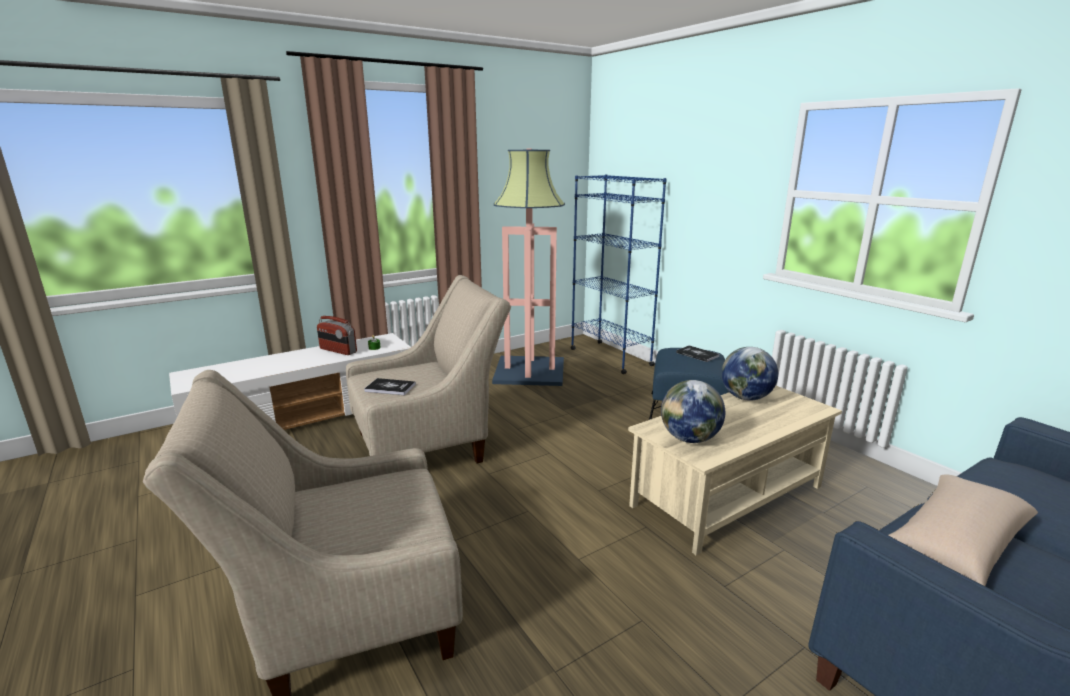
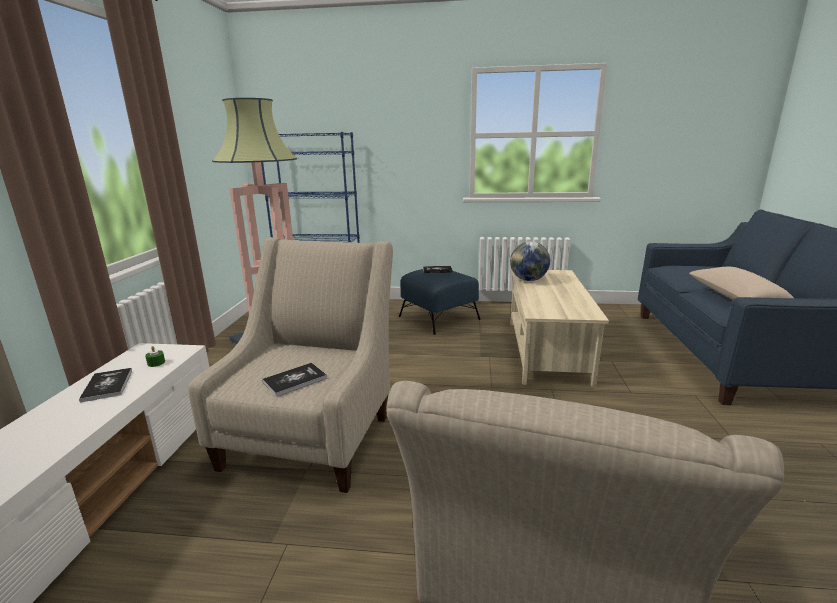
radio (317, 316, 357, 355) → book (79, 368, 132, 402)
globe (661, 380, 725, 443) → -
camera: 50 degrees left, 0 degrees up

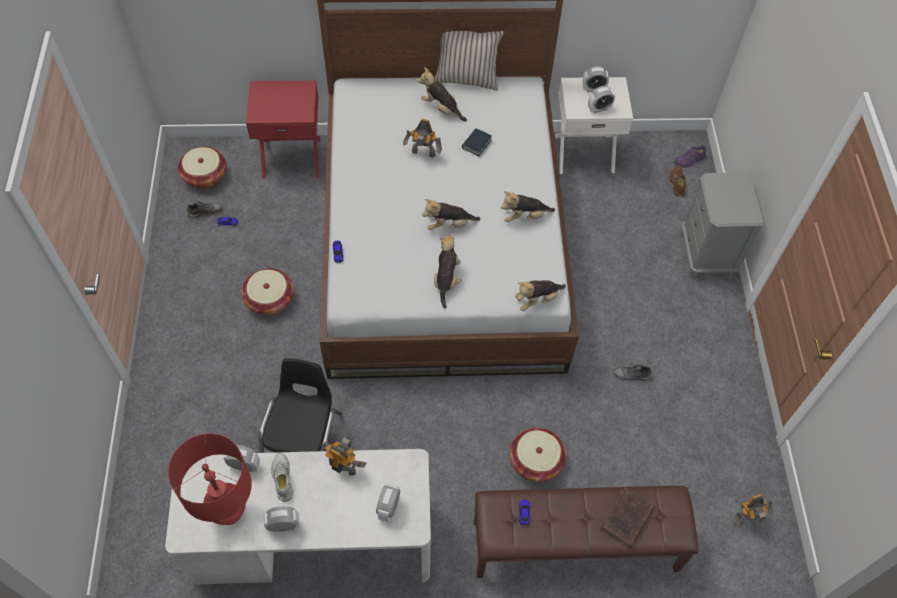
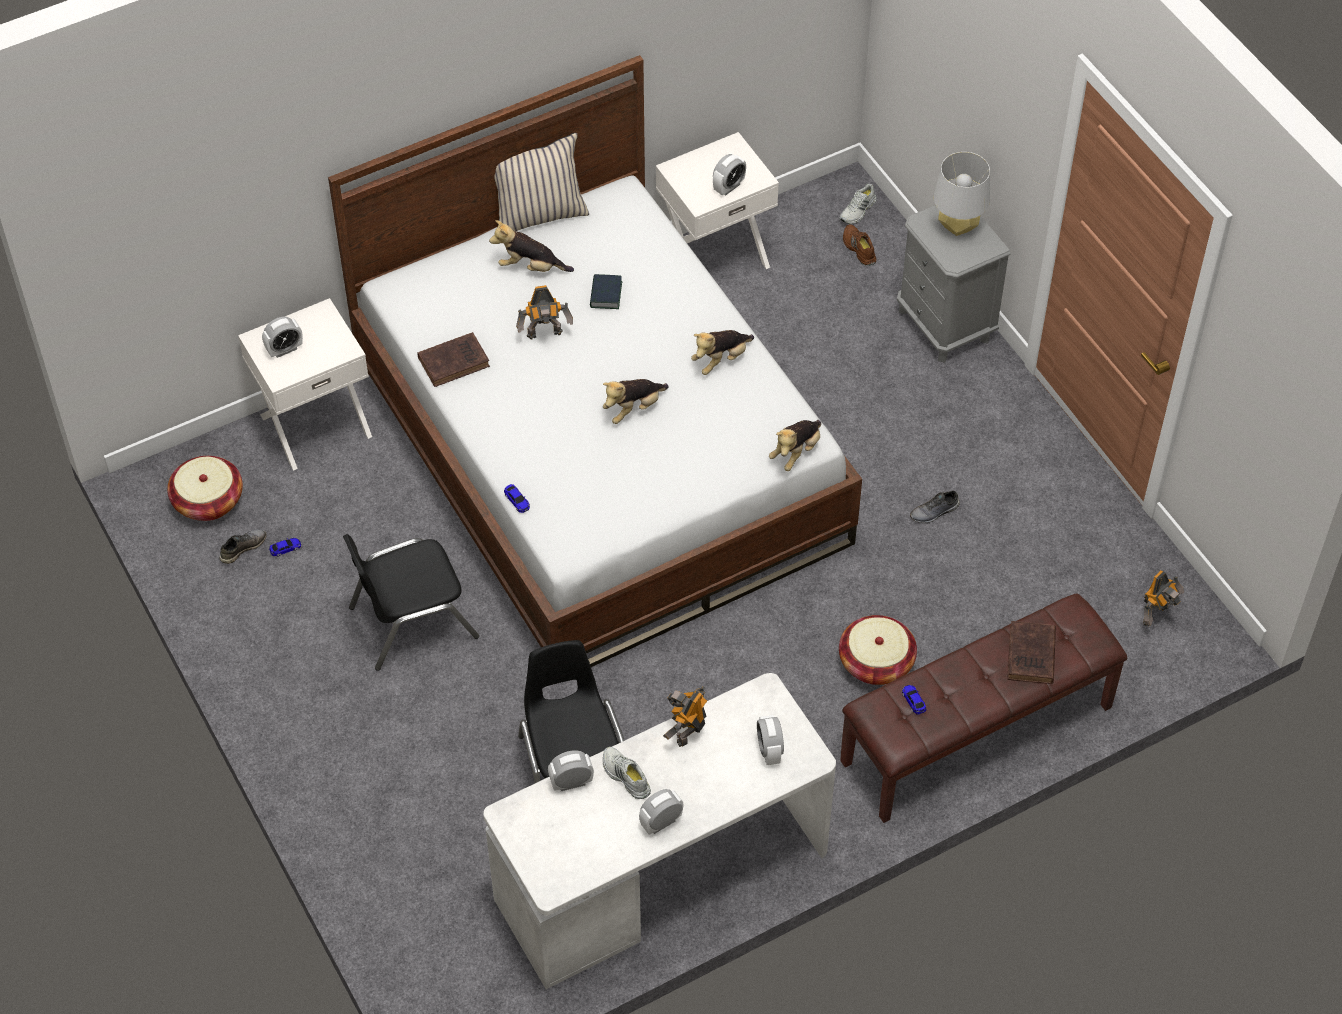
alarm_clock (583, 66, 609, 92) → alarm_clock (262, 317, 303, 358), move
red_nightstand (246, 81, 320, 178) → white_nightstand (238, 298, 372, 471)
purple_shoe (675, 145, 706, 168) → white_shoe (840, 184, 877, 224)
plush_toy (434, 233, 462, 309) → -
basket (242, 268, 294, 315) → black_chair (343, 534, 479, 671)
red_table_lamp (168, 433, 252, 525) → -
toy_robot (321, 437, 366, 475) → toy_robot (663, 686, 707, 747), 60 degrees counterclockwise
- → grey_table_lamp (934, 152, 990, 236)
- → brown_book (417, 332, 490, 387)
camera: 25 degrees left, 5 degrees down

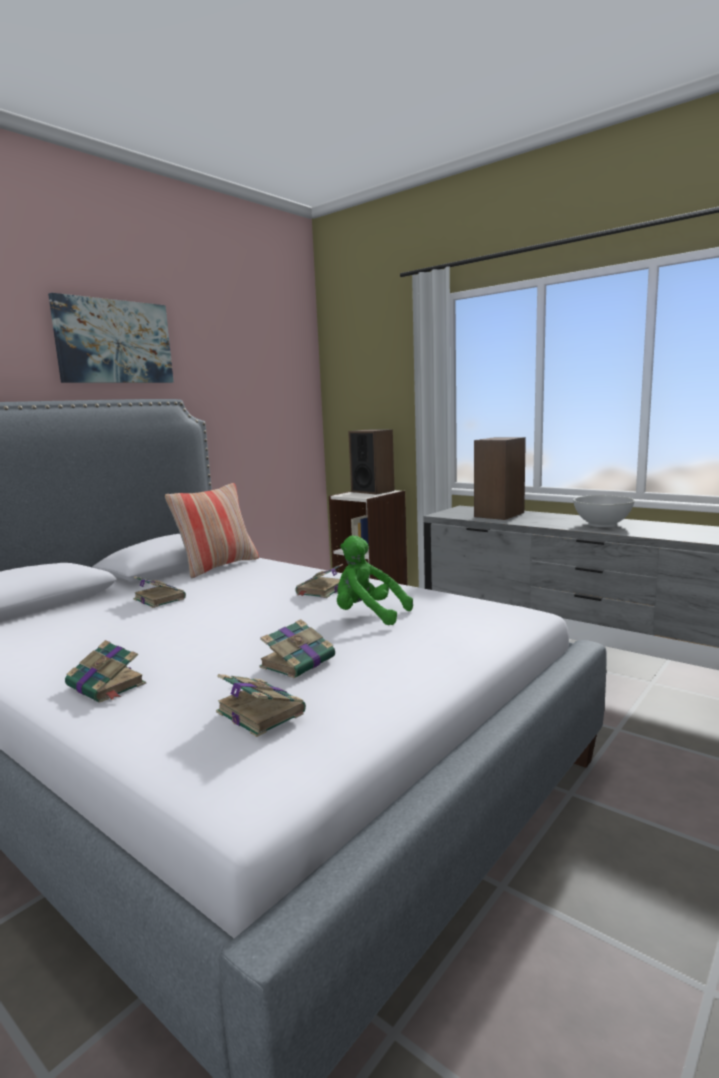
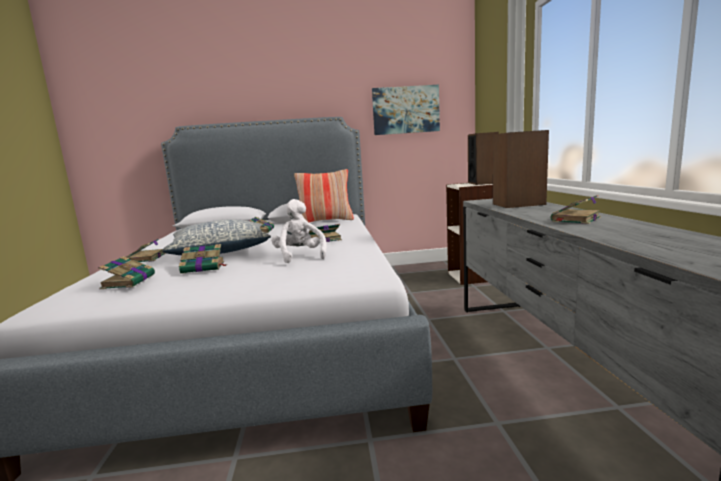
picture (48, 293, 174, 383) → picture (372, 85, 440, 135), move
white_bowl (573, 495, 635, 527) → book (551, 195, 601, 224)
green_plush_toy (337, 535, 413, 625) → white_plush_toy (271, 199, 327, 263)
- → pillow (162, 220, 271, 255)
camera: 45 degrees right, 0 degrees up

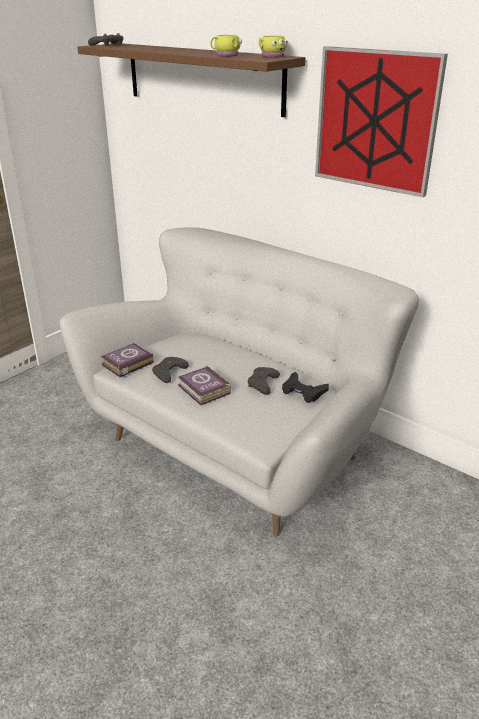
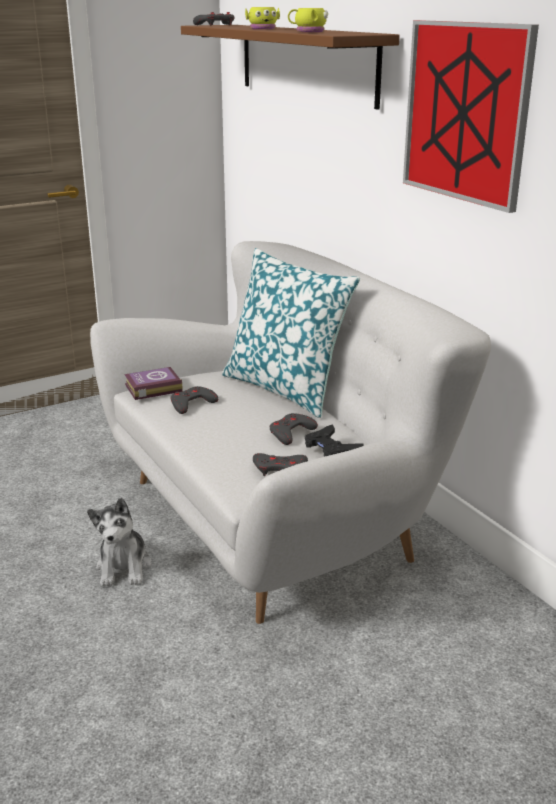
yellow_mug (259, 36, 288, 57) → yellow_mug (245, 7, 280, 29), move
book (178, 366, 231, 405) → -
- → pillow (222, 248, 360, 418)
- → grey_game_controller (253, 453, 308, 476)
- → plush_toy (87, 498, 152, 587)
camera: 20 degrees right, 5 degrees down

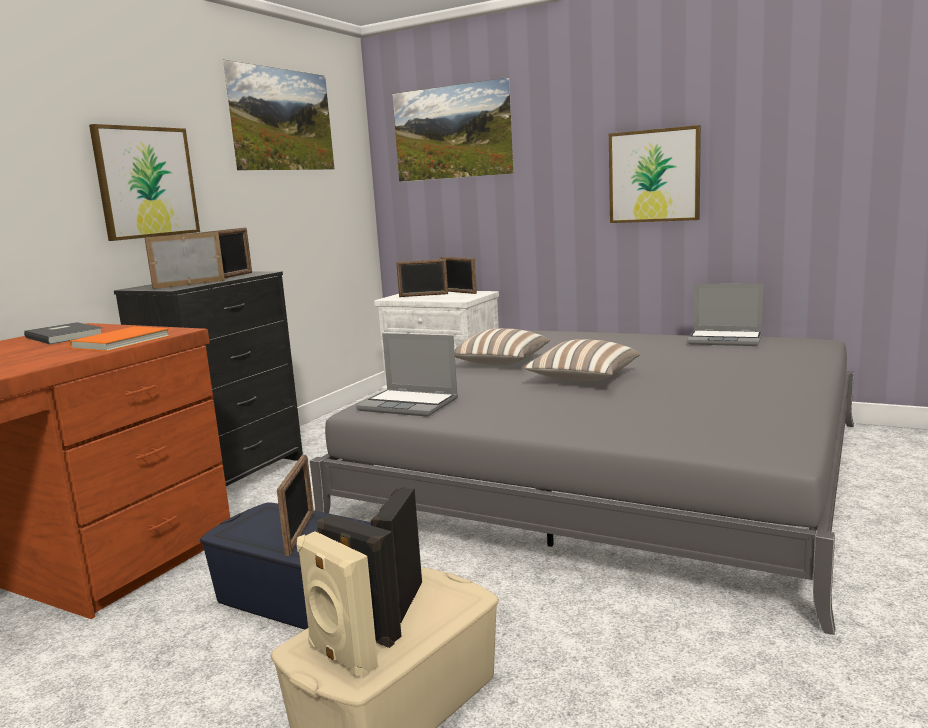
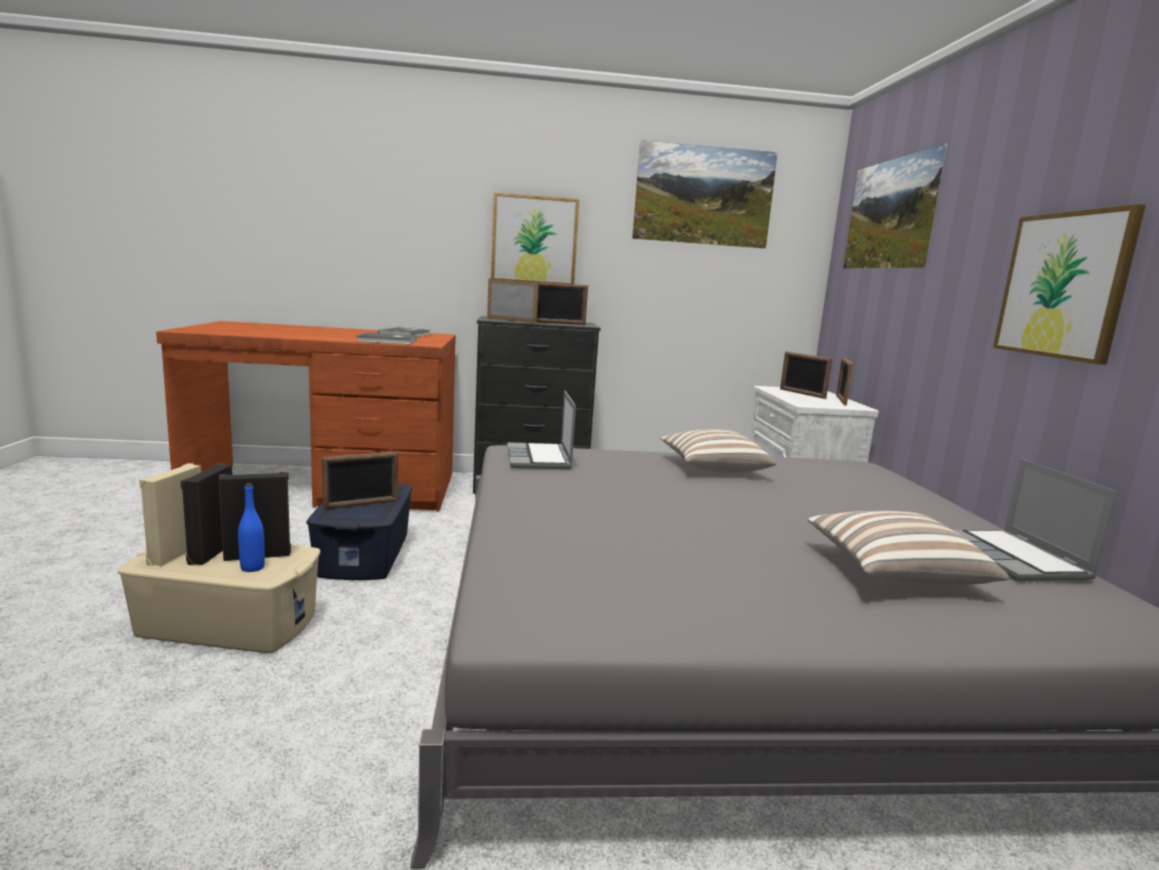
orange_book (70, 327, 171, 351) → grey_book (356, 332, 417, 345)
pillow (524, 339, 640, 382) → pillow (807, 511, 1009, 585), move
- → blue_bottle (238, 483, 265, 572)
camera: 55 degrees right, 0 degrees up

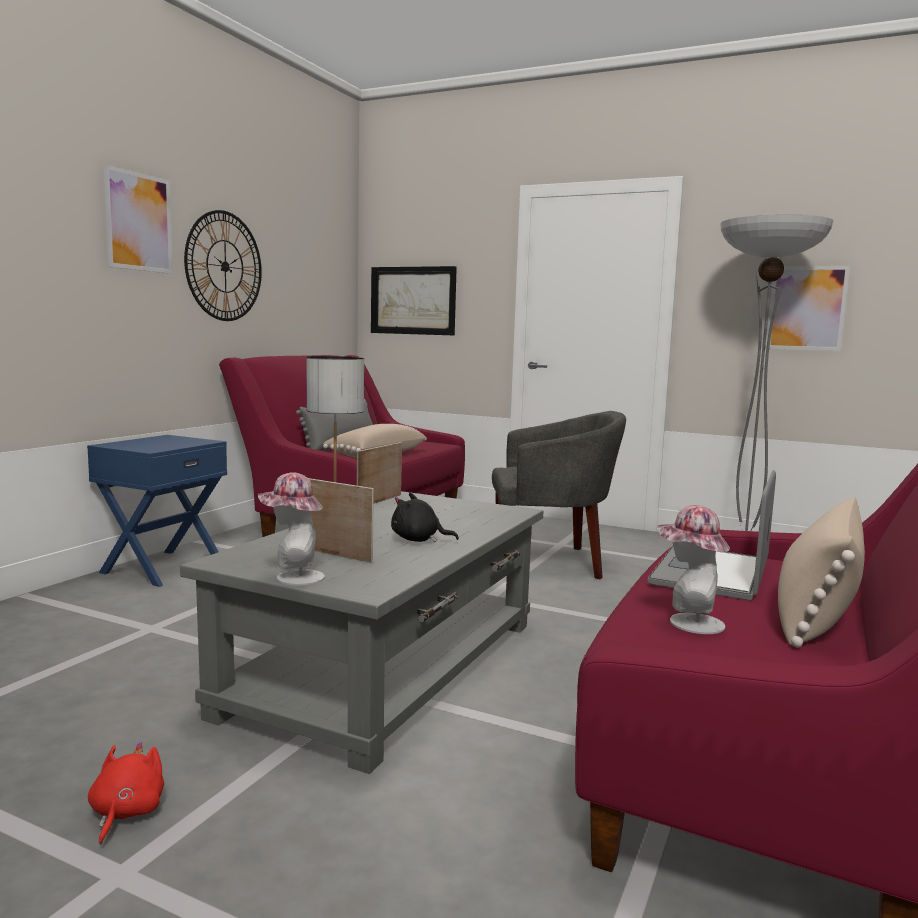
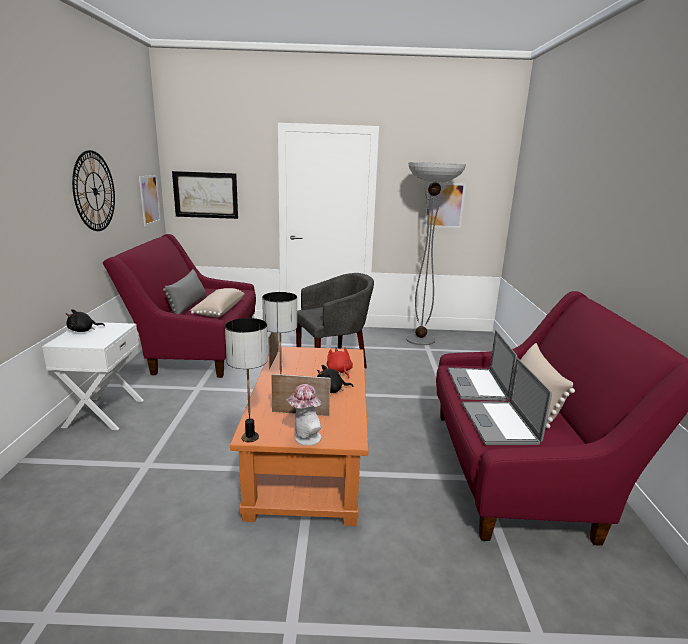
picture (103, 165, 173, 274) → picture (139, 175, 161, 226), move
blue_nightstand (87, 435, 227, 587) → white_nightstand (42, 322, 144, 430)
grey_coffee_table (180, 491, 543, 774) → orange_coffee_table (230, 346, 369, 526)
hat (657, 505, 730, 634) → laptop (461, 358, 552, 445)
red_plush_toy (88, 742, 164, 845) → red_plush_toy (327, 347, 353, 378), move
- → black_plush_toy (66, 309, 105, 332)
- → table_lamp (225, 318, 268, 442)
camera: 25 degrees left, 10 degrees up

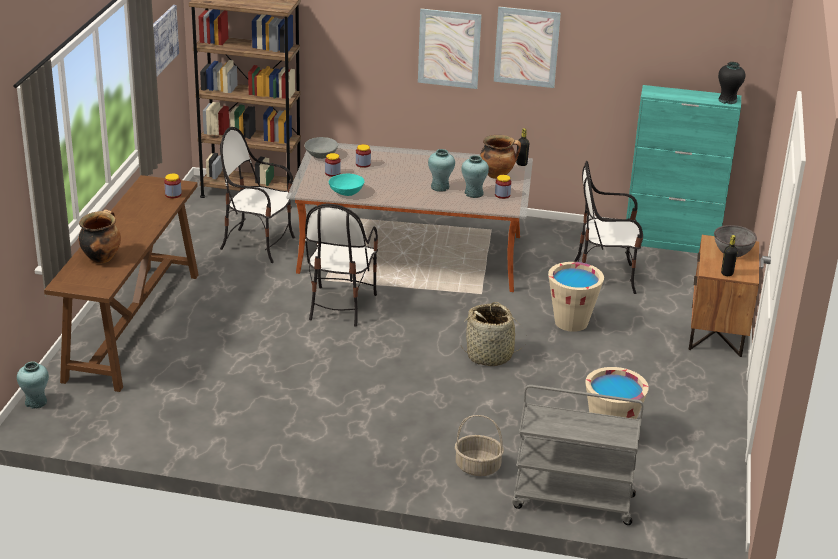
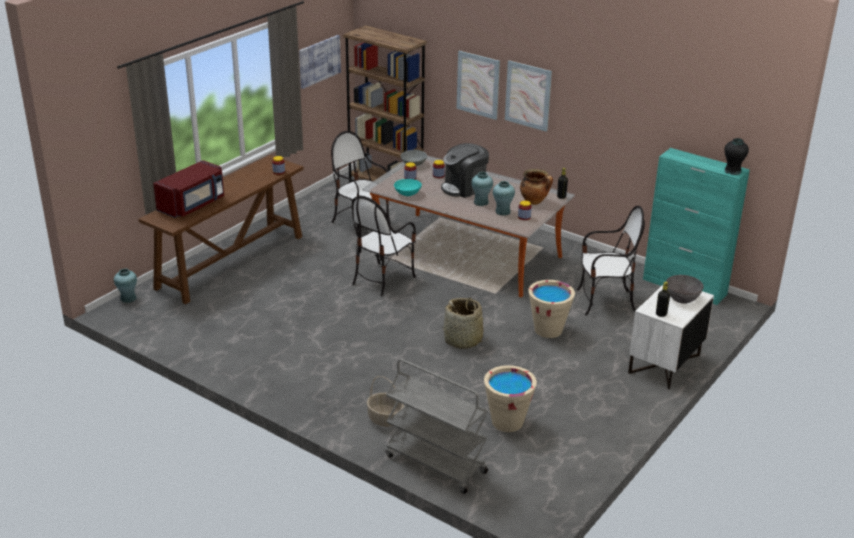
picture (494, 7, 561, 88) → picture (457, 51, 500, 120), move
chair (574, 161, 643, 294) → chair (577, 206, 645, 316), 150 degrees clockwise
cooking_pot (78, 209, 121, 263) → red_microwave (153, 160, 224, 218)
brown_nightstand (688, 235, 759, 357) → white_nightstand (628, 285, 714, 389)
- → coffee_machine (441, 143, 489, 198)
camera: 25 degrees right, 0 degrees up

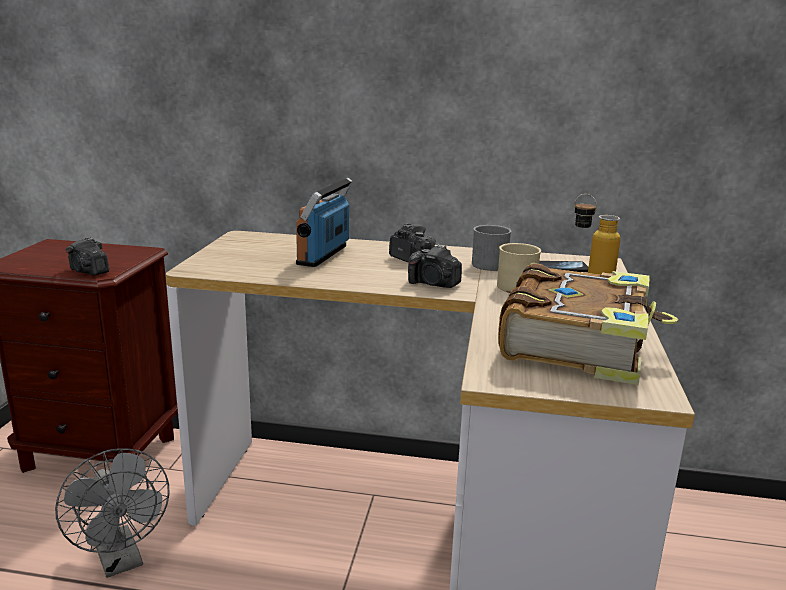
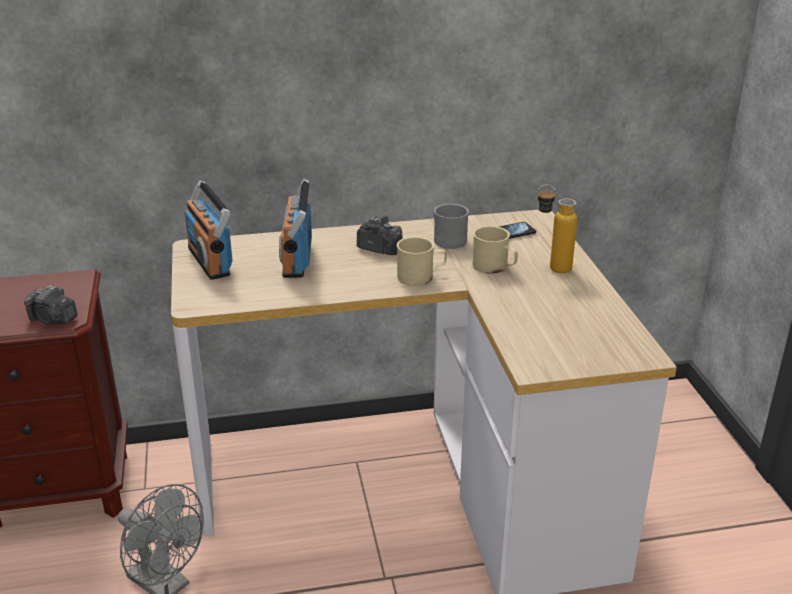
photo_camera (408, 245, 462, 288) → beige_mug (397, 237, 446, 286)
book (498, 264, 678, 385) → -
- → radio (184, 180, 233, 280)
camera: 20 degrees left, 10 degrees up

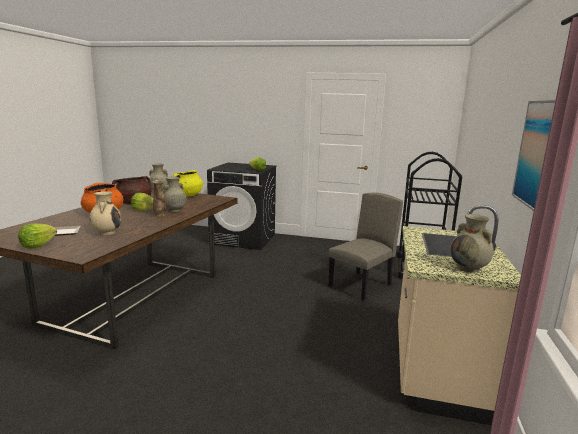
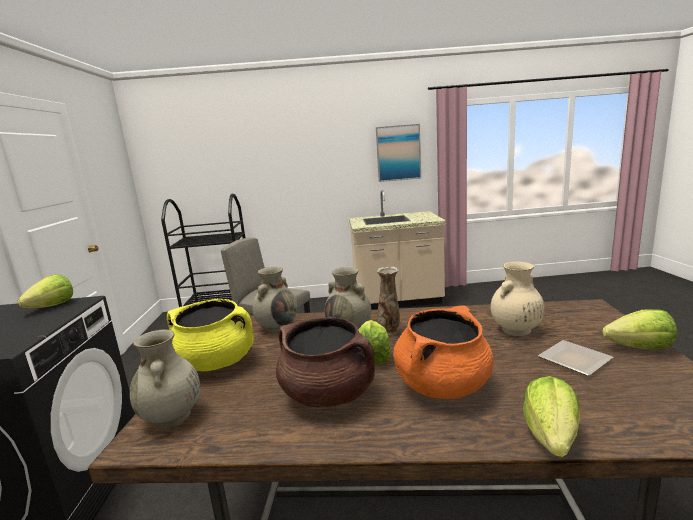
beige_vase (450, 214, 494, 273) → beige_vase (252, 267, 297, 333), move
- → lettuce (523, 376, 580, 457)
camera: 105 degrees left, 0 degrees up

